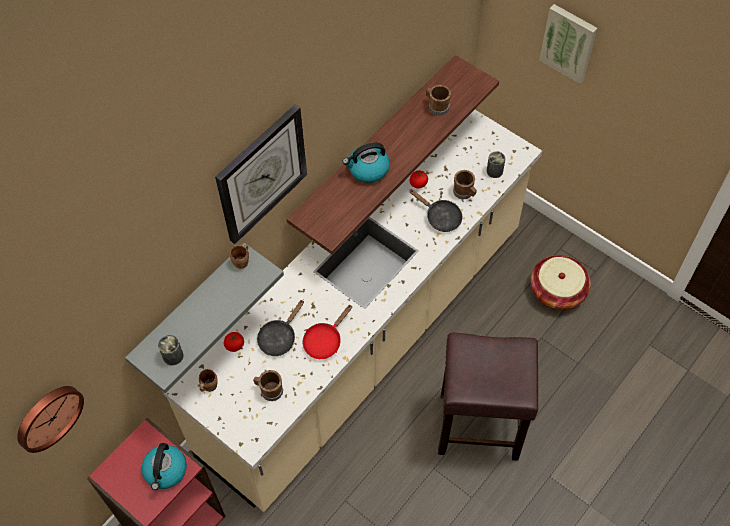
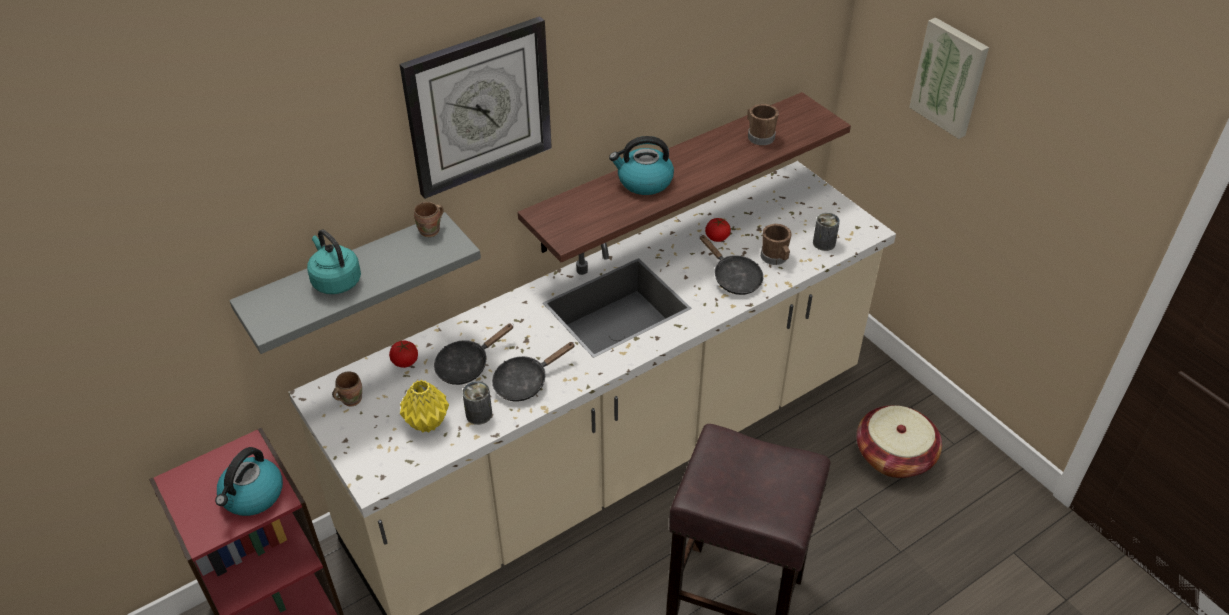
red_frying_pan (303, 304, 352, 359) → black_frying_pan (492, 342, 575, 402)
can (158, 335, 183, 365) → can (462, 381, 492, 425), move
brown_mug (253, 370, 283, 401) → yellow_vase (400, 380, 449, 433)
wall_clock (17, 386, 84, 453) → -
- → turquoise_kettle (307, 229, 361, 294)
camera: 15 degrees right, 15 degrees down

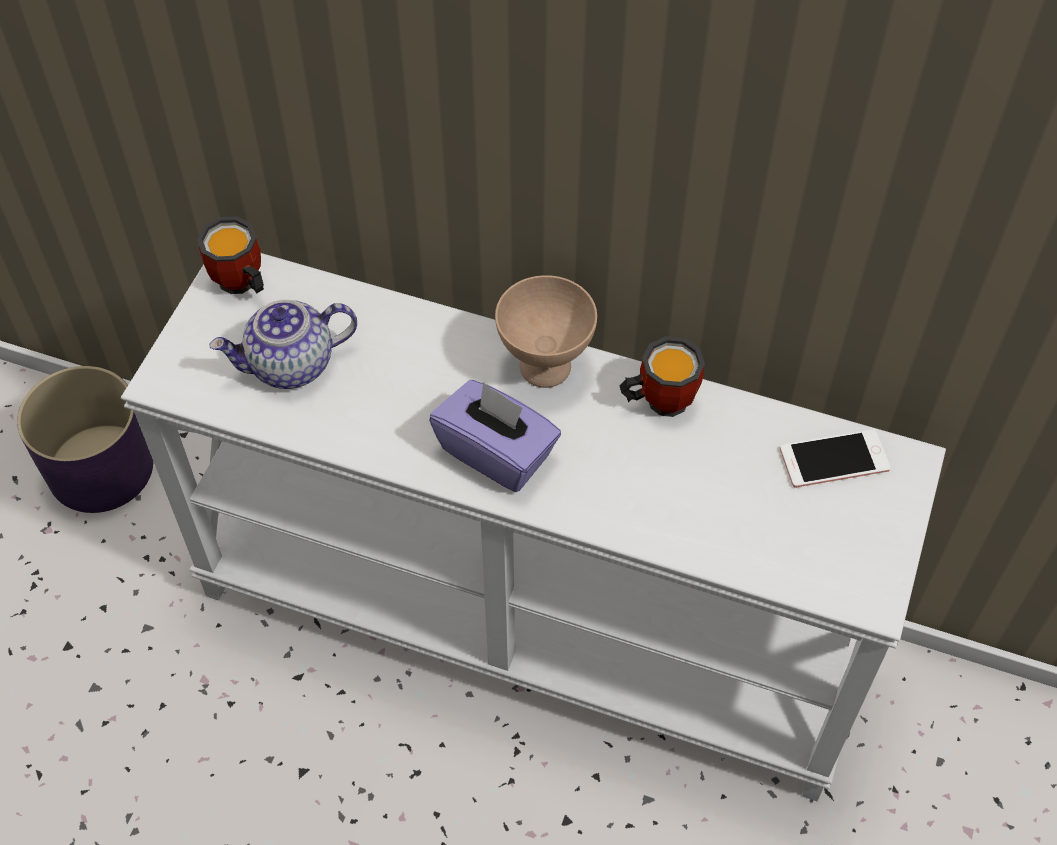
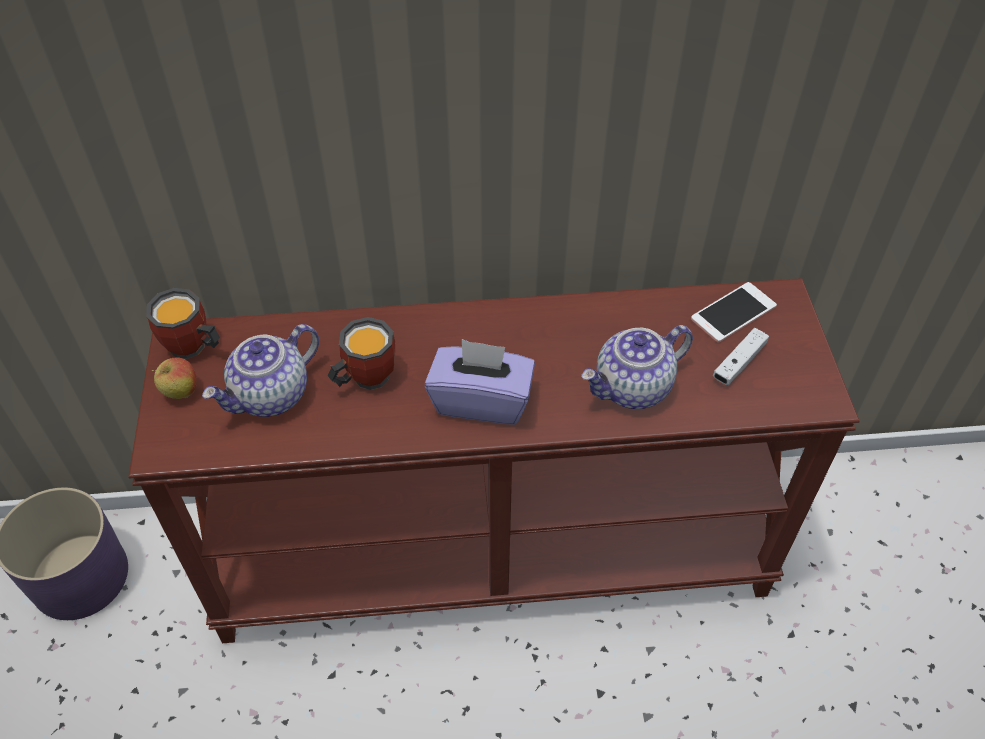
white_console_table (121, 253, 946, 801) → brown_console_table (128, 278, 860, 643)
beige_bowl (495, 275, 597, 388) → -
mug (619, 336, 705, 417) → mug (328, 317, 395, 390), move
- → teapot (581, 325, 693, 409)
- → white_game_controller (713, 328, 769, 385)
- → apple (152, 358, 197, 399)
camera: 25 degrees left, 5 degrees down

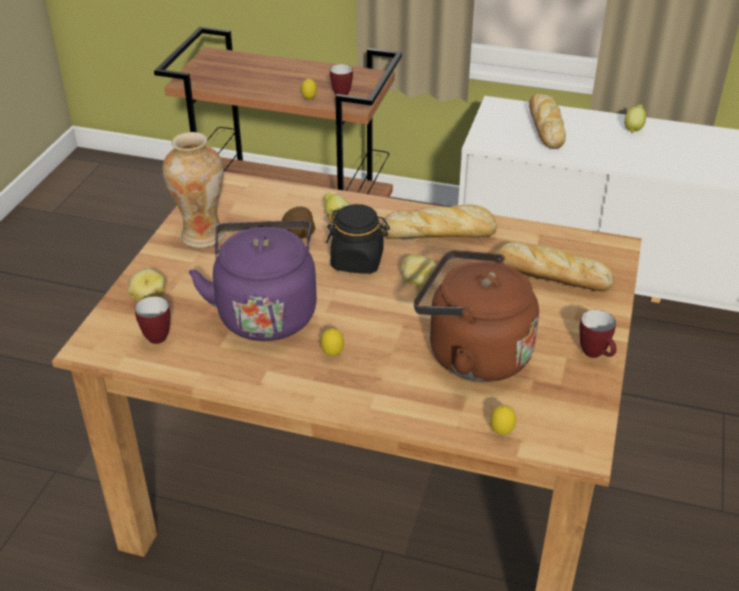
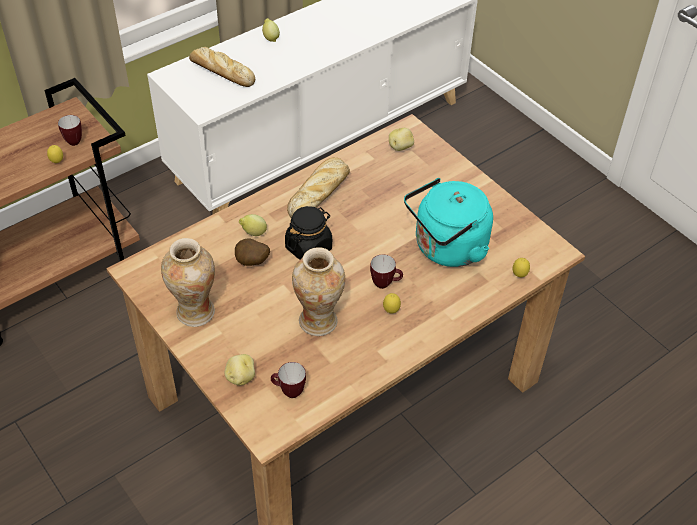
purple_kettle (189, 220, 317, 341) → vase (292, 247, 345, 336)
bread (493, 242, 614, 291) → -
brown_kettle (414, 250, 539, 382) → turquoise_kettle (404, 178, 493, 267)
potato (401, 254, 436, 287) → potato (389, 128, 414, 151), move
mug (579, 310, 616, 358) → mug (370, 254, 403, 289), move
camera: 55 degrees left, 10 degrees up

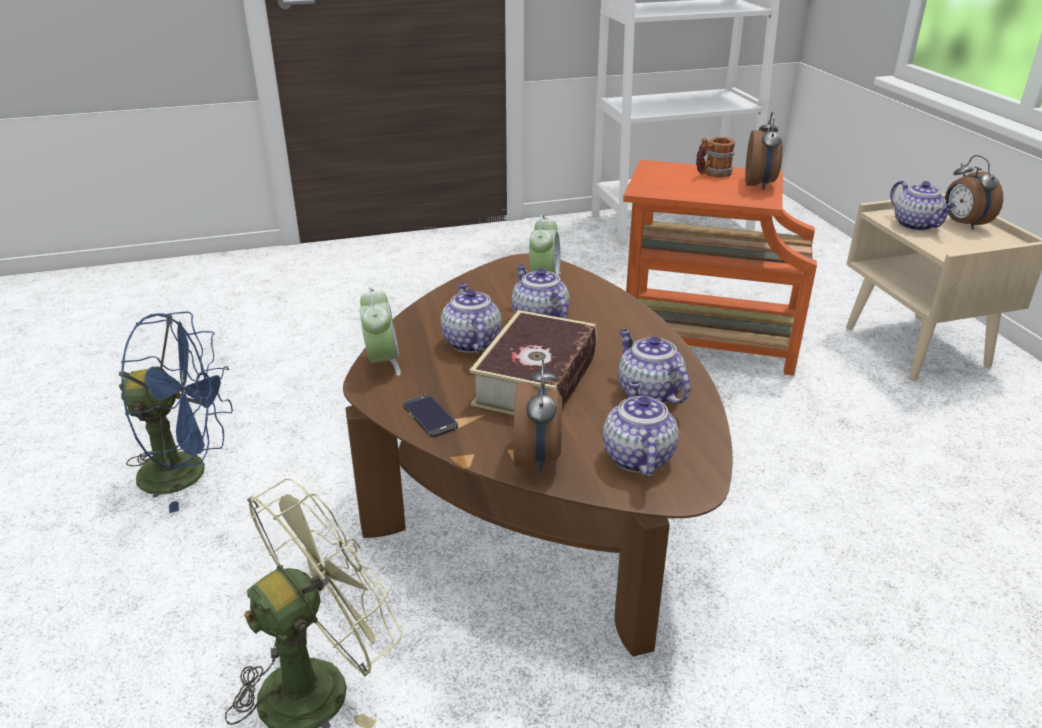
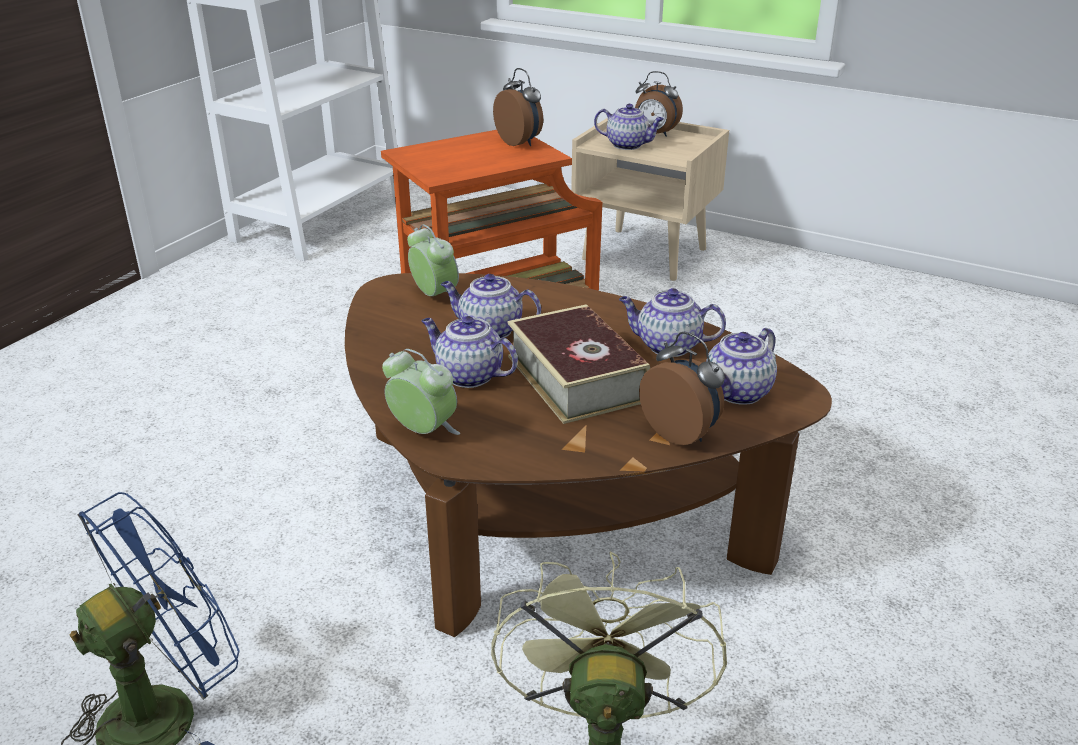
mug (696, 137, 735, 177) → -
teapot (603, 381, 679, 477) → teapot (706, 328, 777, 405), 90 degrees counterclockwise
phone (403, 394, 458, 437) → -
camera: 45 degrees left, 0 degrees up

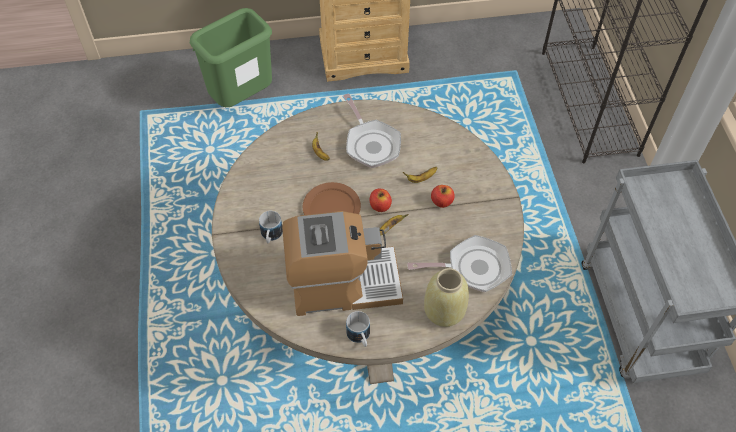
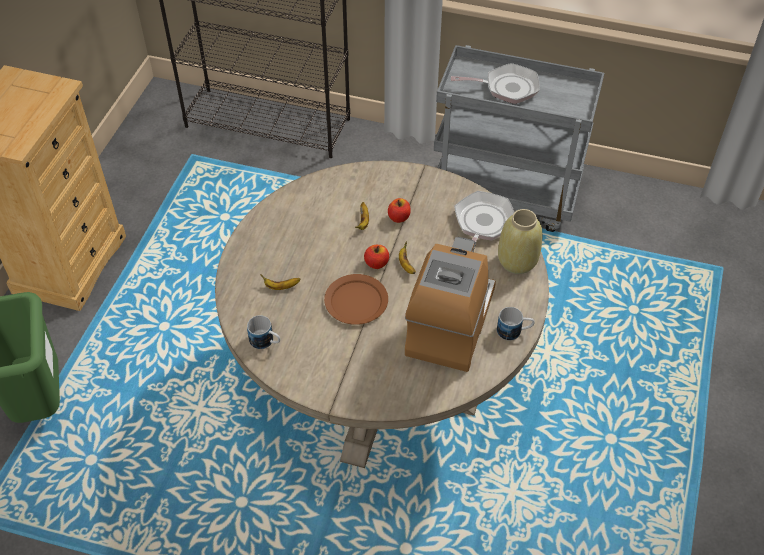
frying_pan (343, 94, 401, 168) → frying_pan (451, 63, 540, 104), move
mug (259, 211, 283, 243) → mug (247, 315, 280, 349), move
camera: 65 degrees left, 5 degrees down

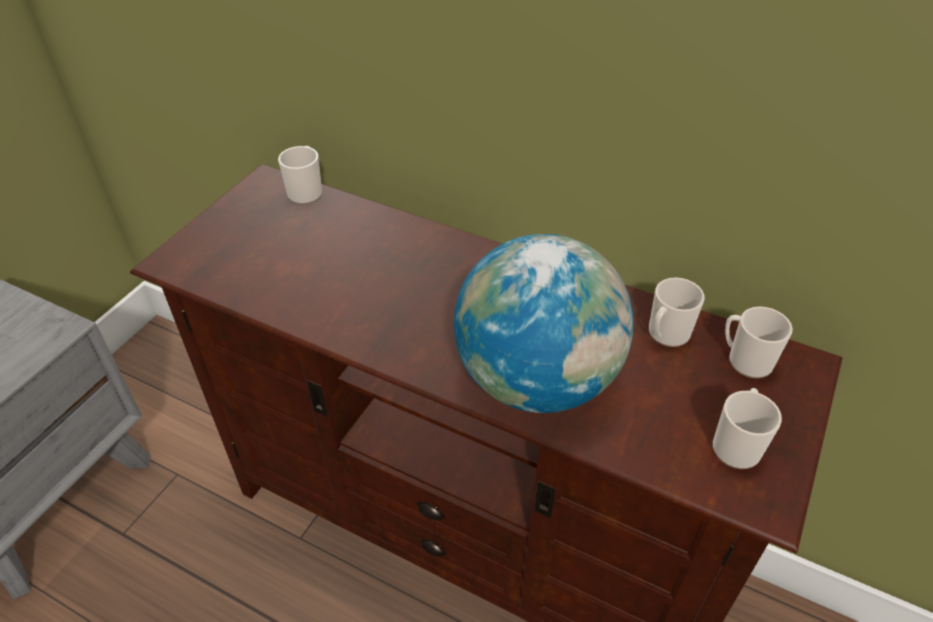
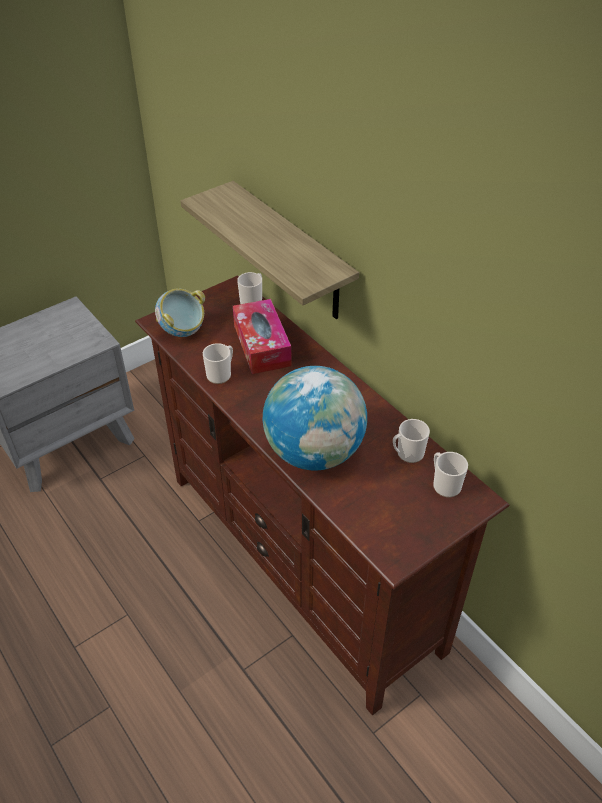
mug (713, 388, 782, 469) → mug (203, 343, 233, 384), move
- → shelf (181, 181, 359, 319)
- → bowl (155, 289, 205, 337)
- → tissue_box (233, 299, 292, 374)
camera: 25 degrees right, 0 degrees up

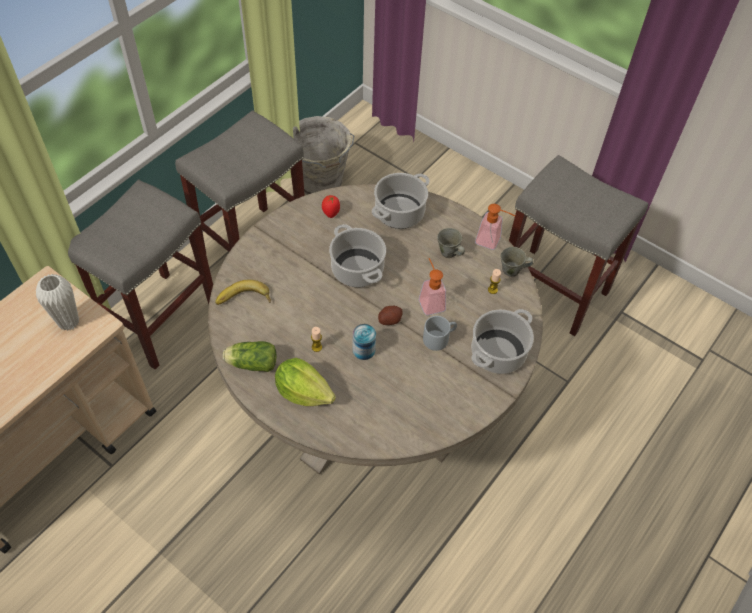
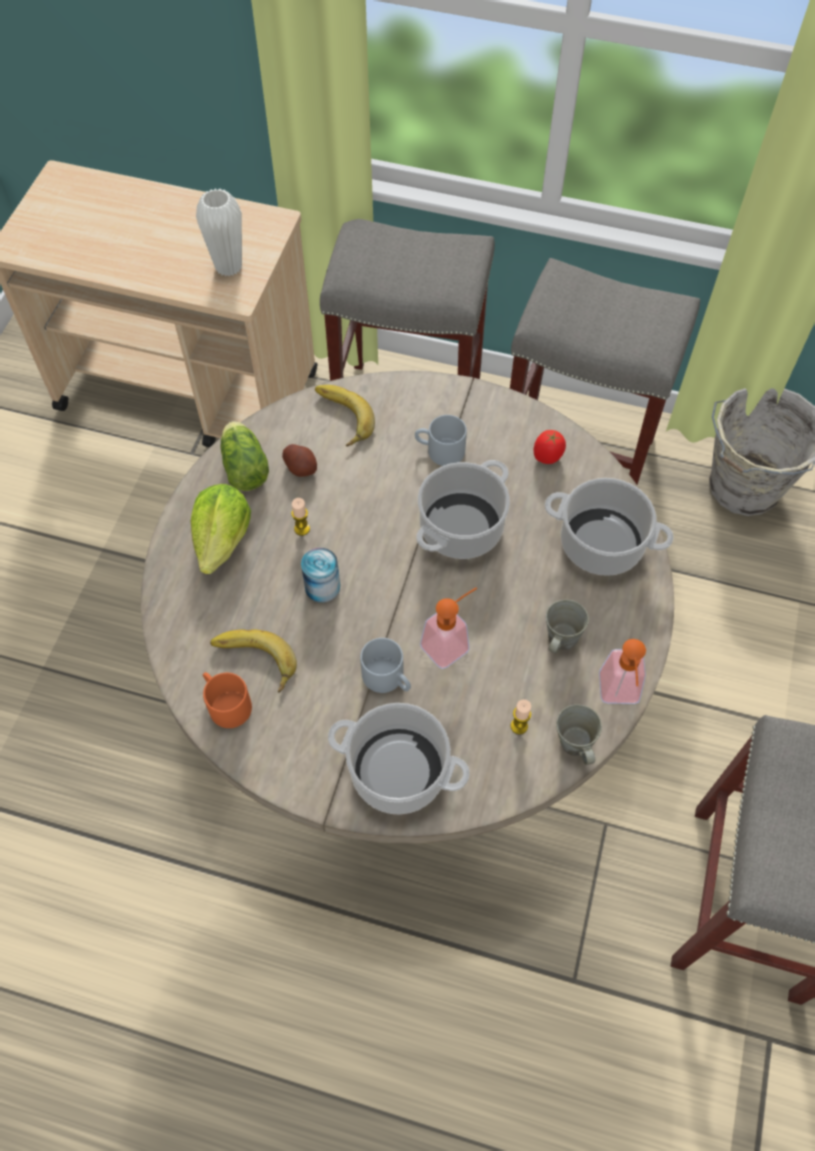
potato (378, 306, 403, 325) → potato (282, 444, 317, 477), move
- → grey_mug (415, 415, 467, 466)
- → banana (210, 629, 297, 693)
- → orange_mug (203, 672, 252, 728)
camera: 70 degrees right, 5 degrees up

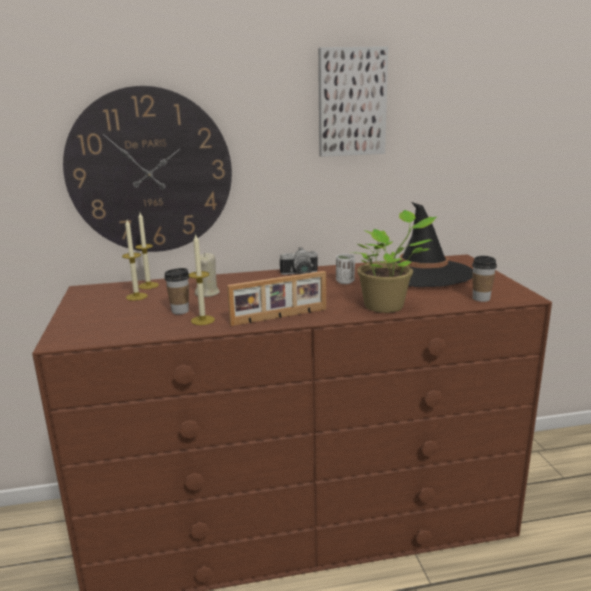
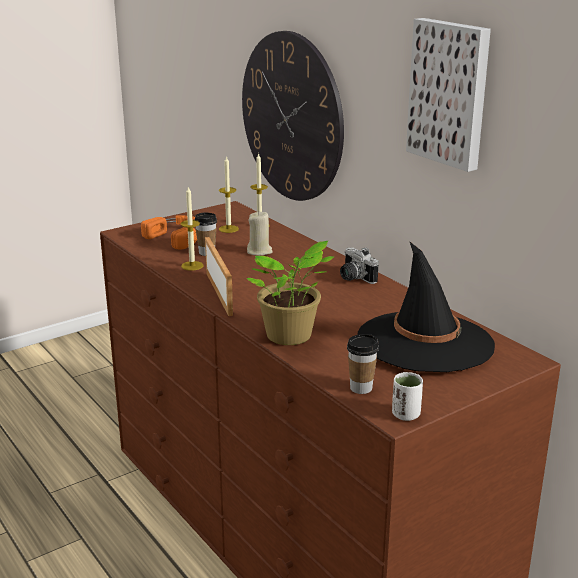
white_cup (336, 254, 355, 284) → white_cup (392, 372, 423, 421), move
picture_frame (227, 271, 326, 326) → picture_frame (205, 237, 233, 316), 150 degrees counterclockwise
- → orange_headphones (141, 215, 197, 250)
camera: 65 degrees right, 5 degrees up

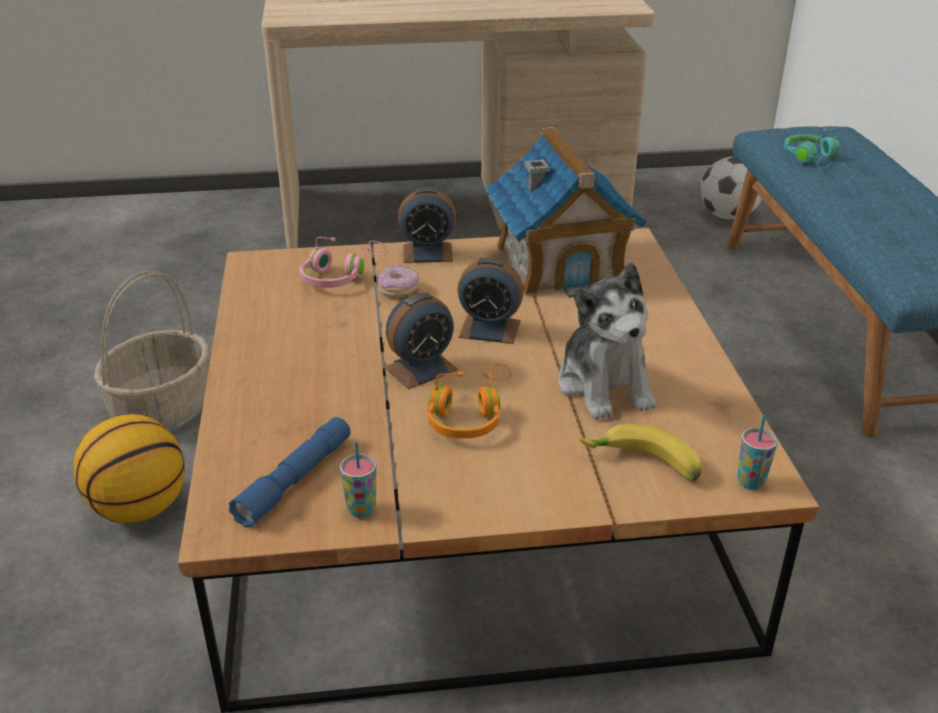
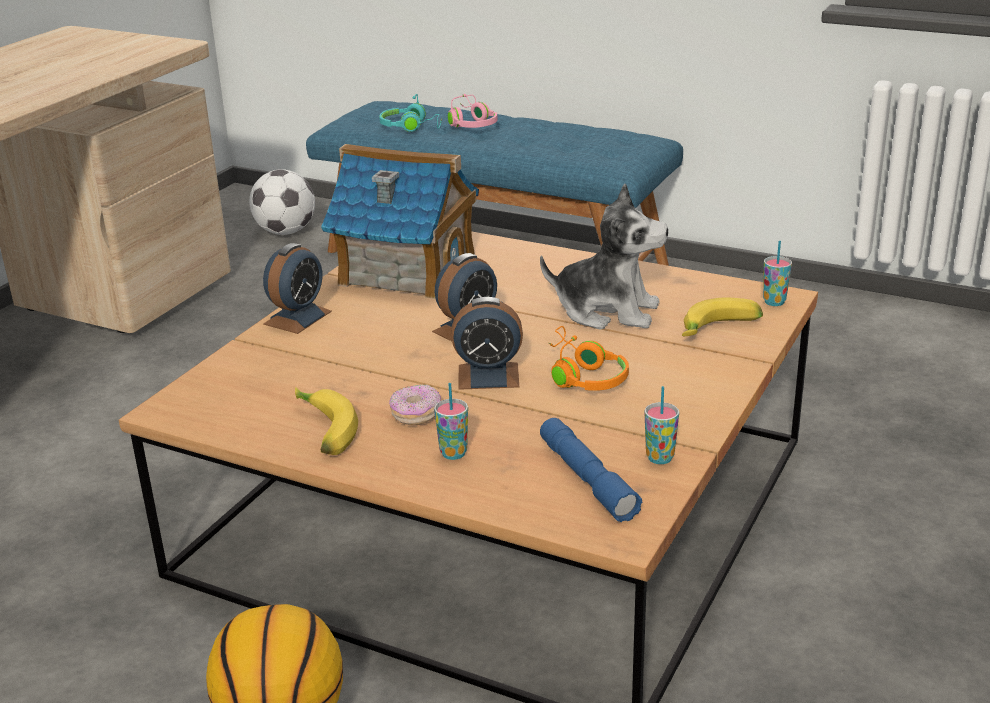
pink_headphones (300, 237, 387, 288) → pink_headphones (448, 94, 498, 128), move
donut (378, 265, 419, 297) → donut (389, 384, 441, 425), move
basket (94, 271, 209, 428) → -
alarm_clock (384, 293, 458, 389) → alarm_clock (451, 297, 523, 390), 90 degrees clockwise
- → cup (434, 383, 468, 460)
- → banana (295, 387, 358, 455)
camera: 55 degrees left, 5 degrees down

